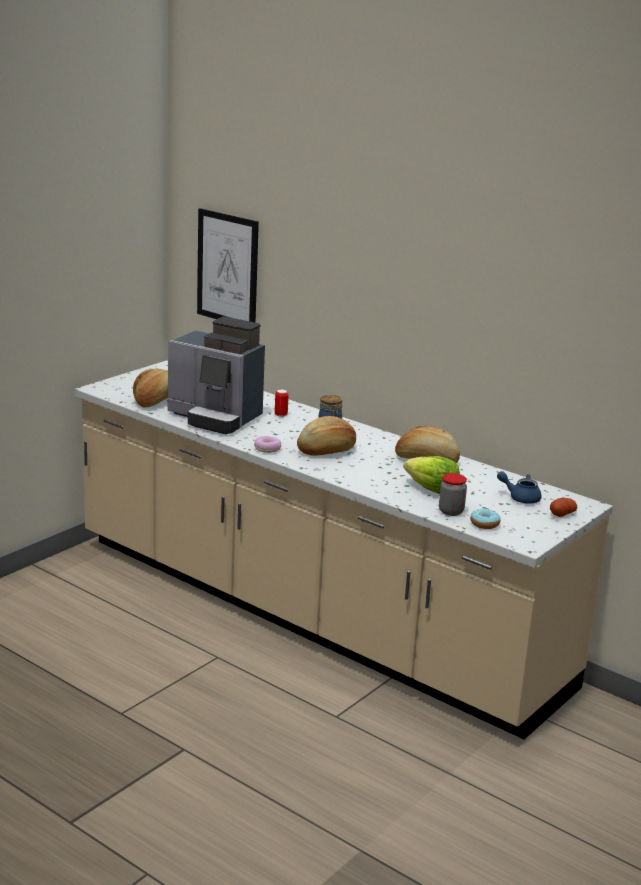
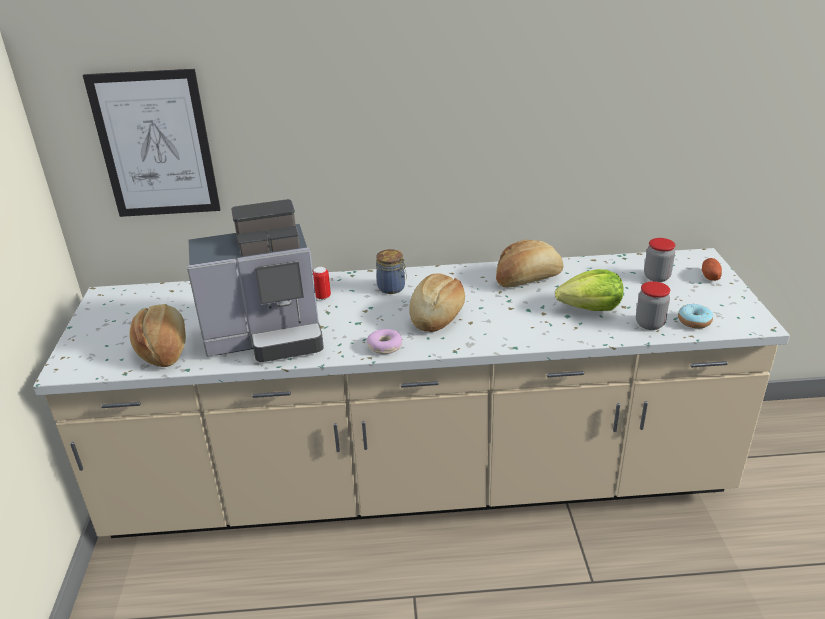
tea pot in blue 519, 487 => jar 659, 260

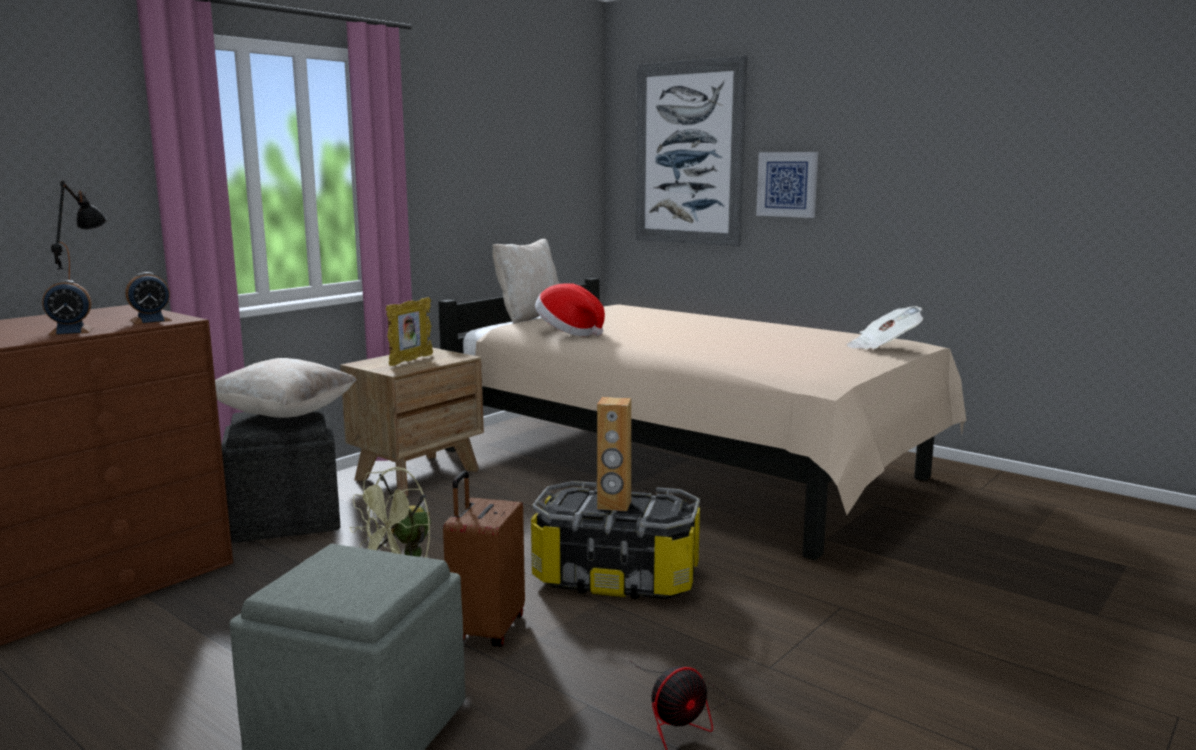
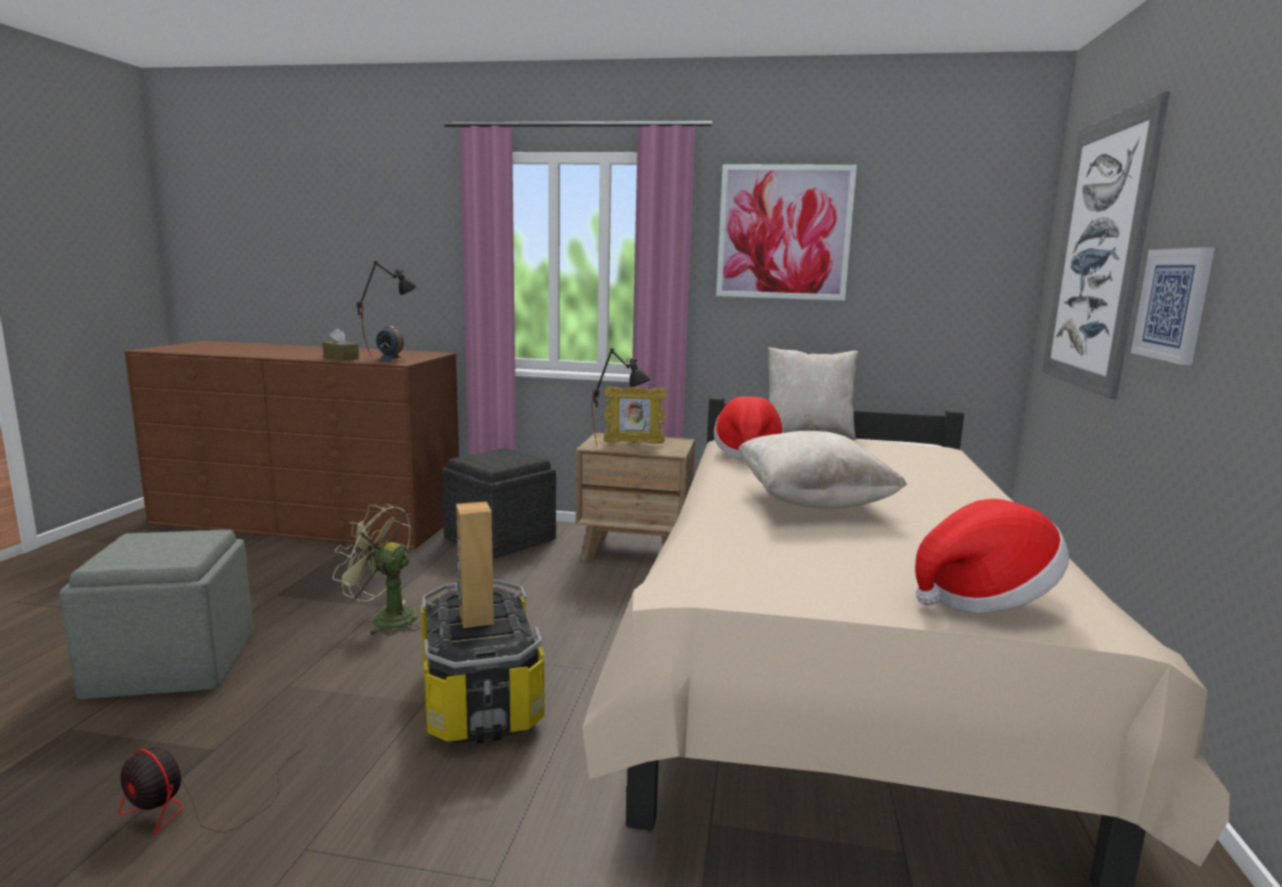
table clock 67, 308 => box of tissues in brown 340, 344
newspaper 884, 327 => hat 992, 556
pillow in beige-coloured 286, 388 => pillow in beige-coloured 822, 470, relocated
suitcase in brown 484, 559 => nothing
nothing => wall picture 786, 232
nothing => lamp for a table in black-coloured 621, 397

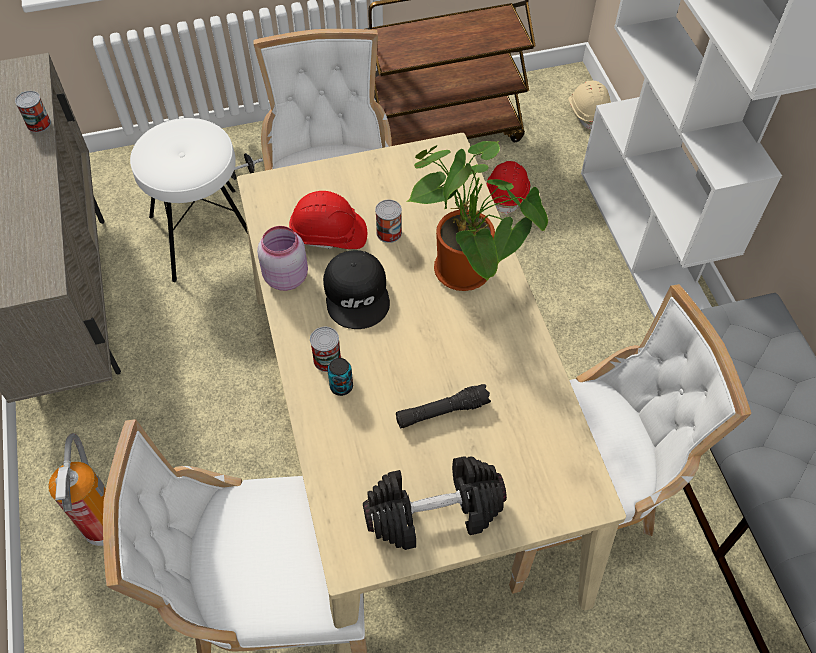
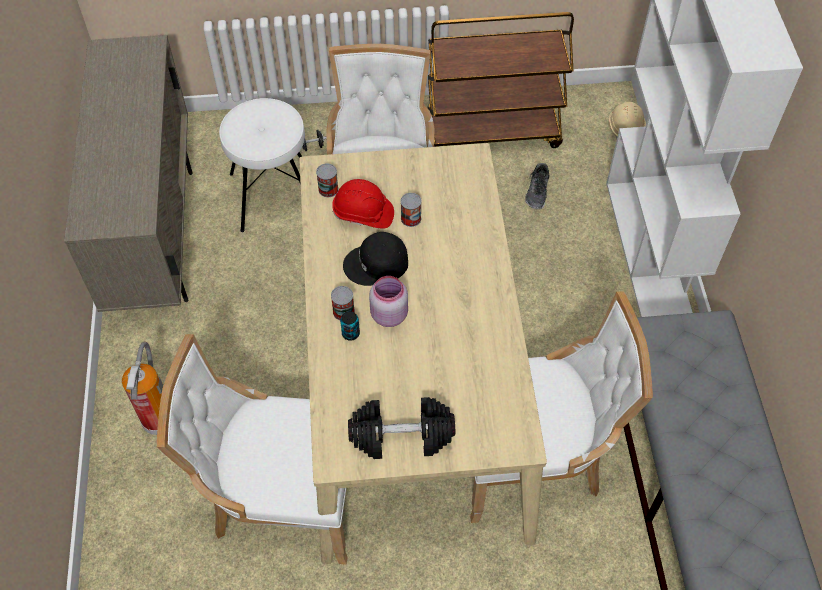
sealed can 33, 112 => sealed can 327, 180, relocated
plant in a pot 477, 216 => nothing
safety helmet in red-coloured 508, 188 => item of footwear 537, 186
jar in pink 282, 258 => jar in pink 388, 301, relocated
cap in black-coloured 356, 289 => cap in black-coloured 375, 259, 75 degrees clockwise
hand torch in black-coloured 443, 406 => nothing

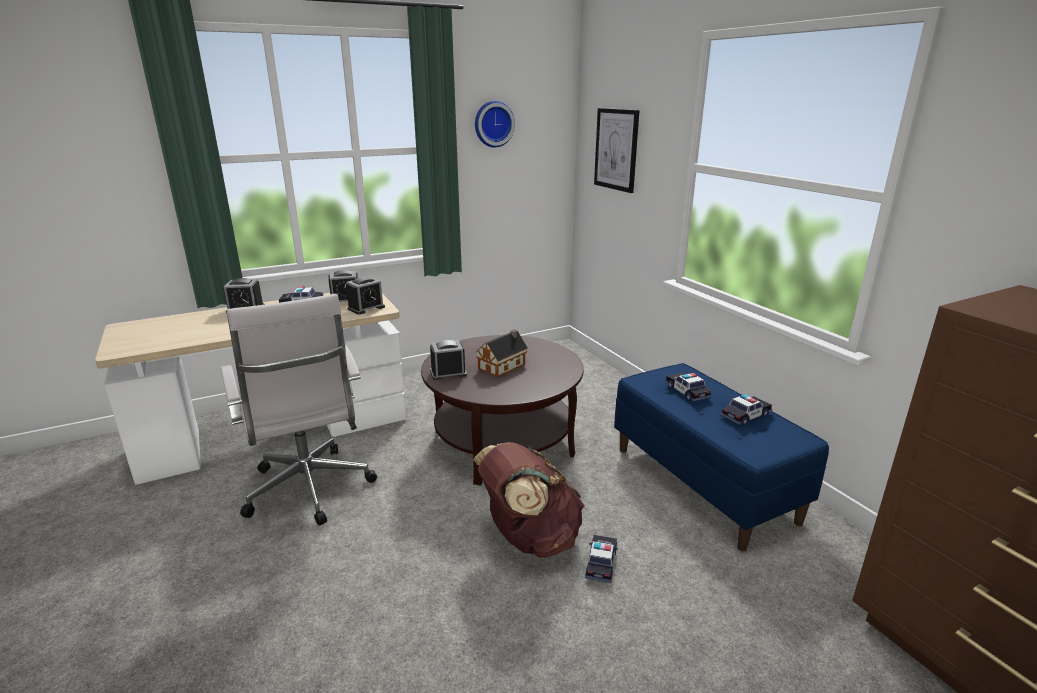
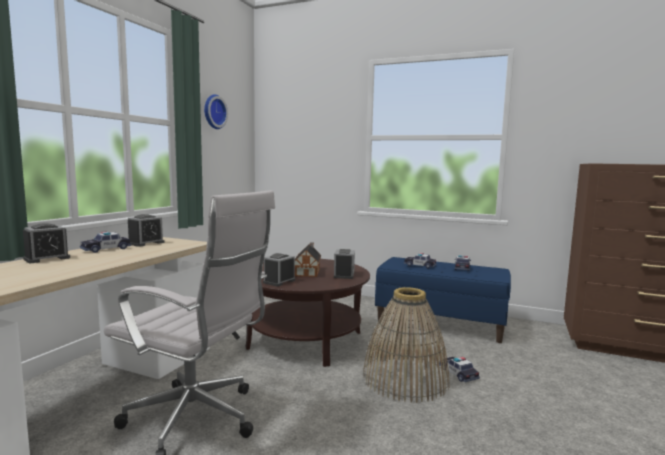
wall picture 616, 150 => nothing
table clock 365, 296 => table clock 344, 264, relocated
rucksack in brown 529, 500 => household basket 406, 345

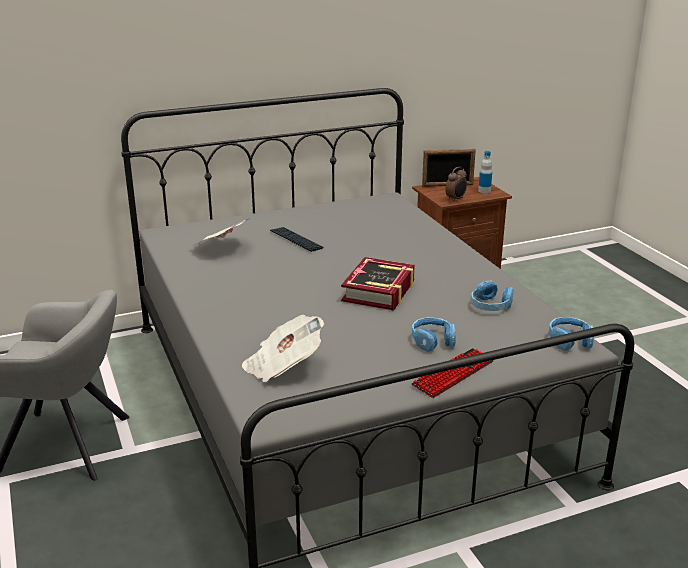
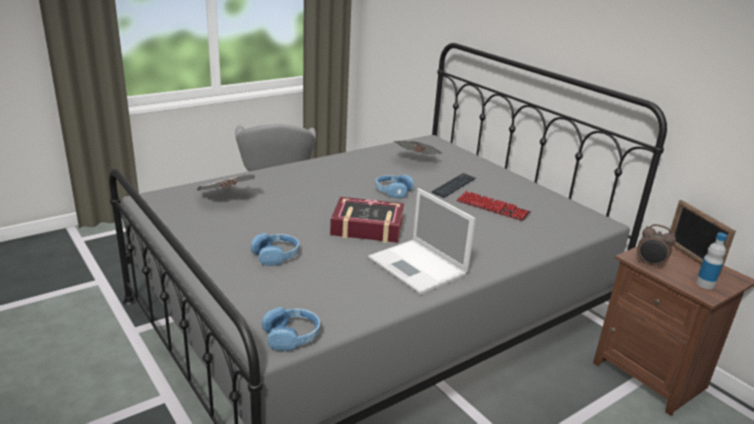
pair of headphones in blue 492, 295 => pair of headphones in blue 395, 186, relocated
computer keyboard 453, 373 => computer keyboard 493, 206, relocated
nothing => notebook computer 422, 241

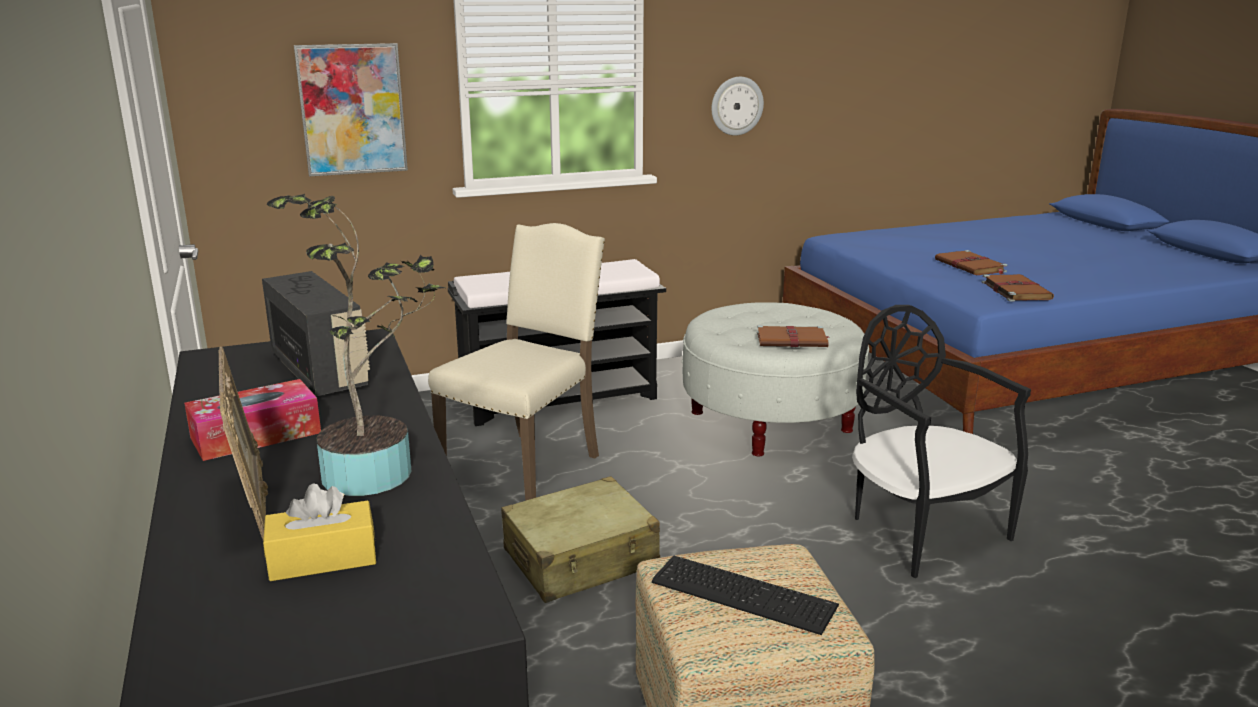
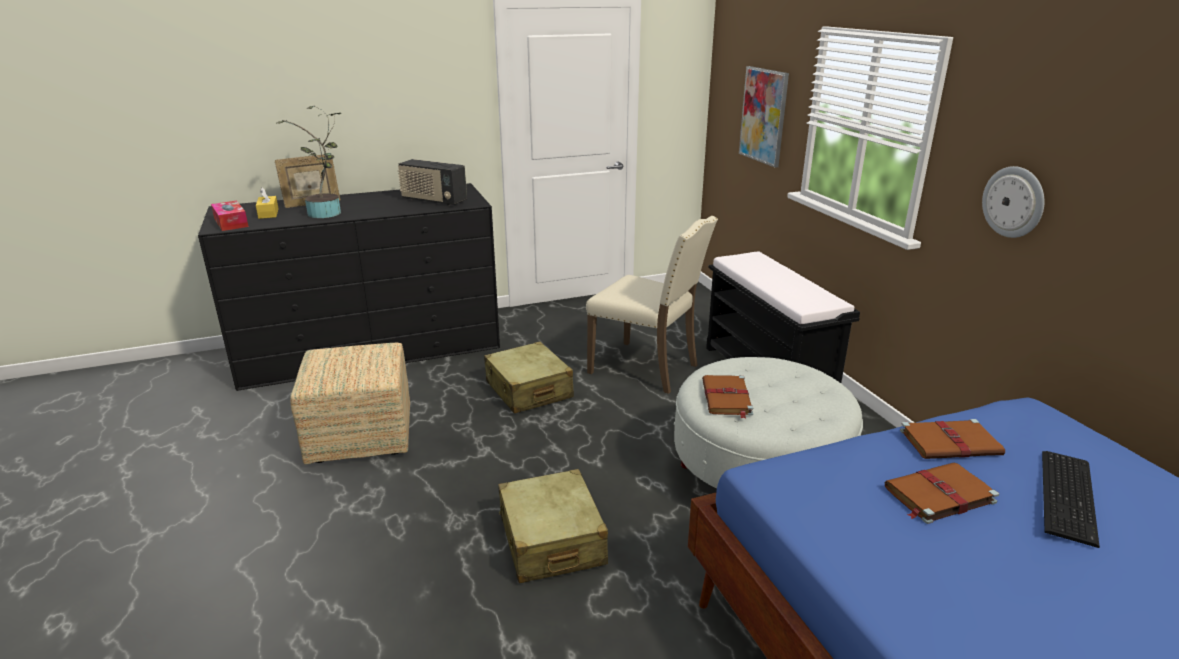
radio set 316, 333 => radio set 432, 182, 60 degrees clockwise
bound book in brown 1018, 287 => bound book in brown 952, 439, relocated
upright chair in black-coloured 941, 441 => suitcase in beige-coloured 553, 526
box of tissues 252, 420 => box of tissues 230, 216, relocated
computer keyboard 745, 595 => computer keyboard 1071, 499, relocated

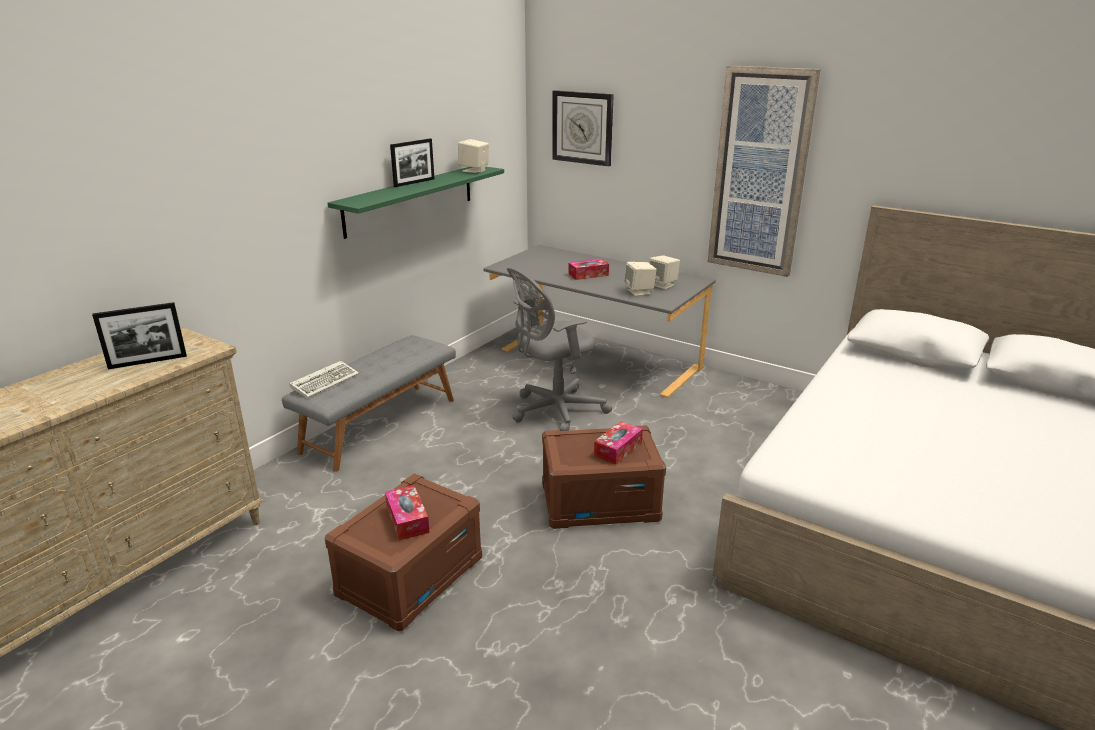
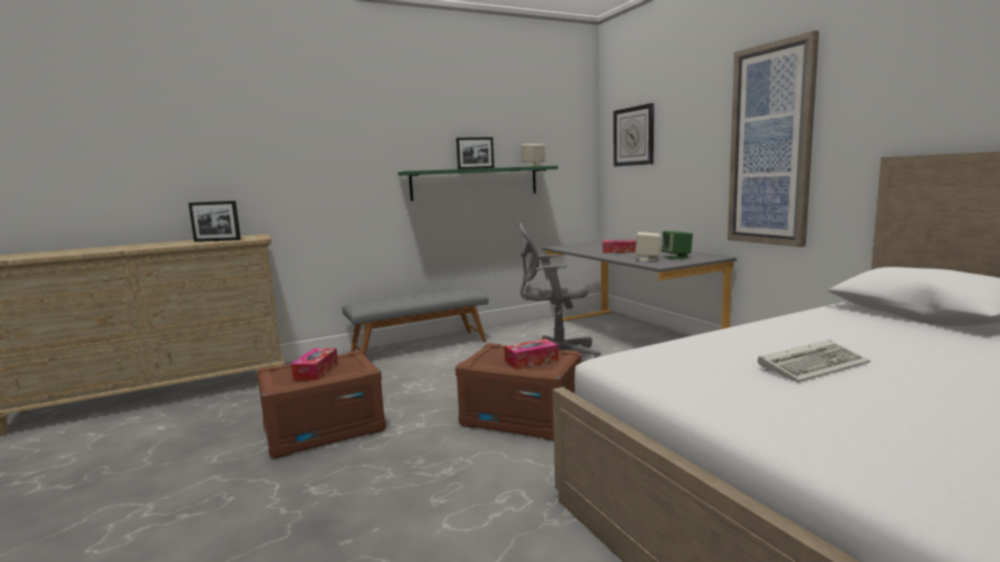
speaker in beige-coloured 664, 272 => speaker in green 677, 245
computer keyboard 324, 379 => computer keyboard 814, 360, relocated

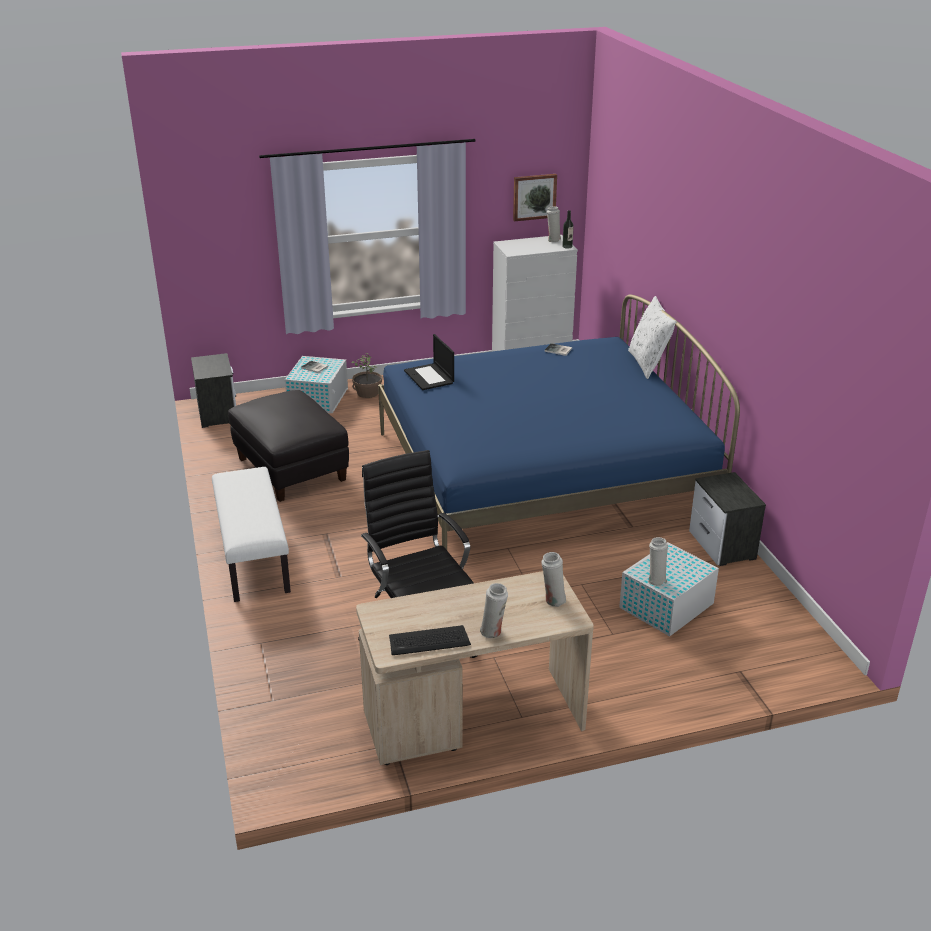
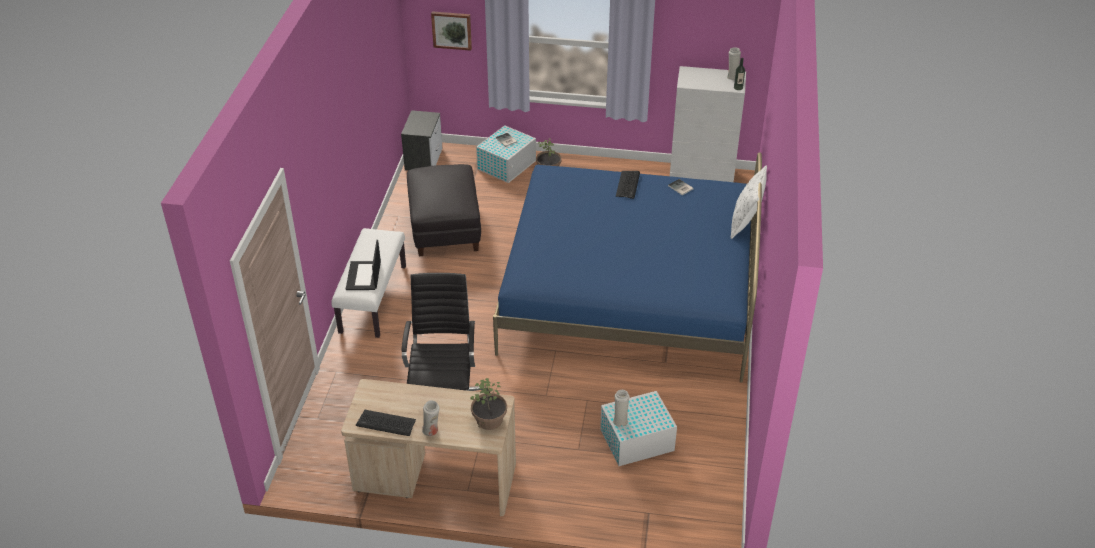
wall picture 535, 197 => wall picture 451, 31, relocated
notebook computer 429, 362 => notebook computer 363, 265, relocated
bedside table 727, 519 => nothing
flower vase in whitish 553, 579 => plant in a pot 488, 404
nothing => computer keyboard 628, 185

